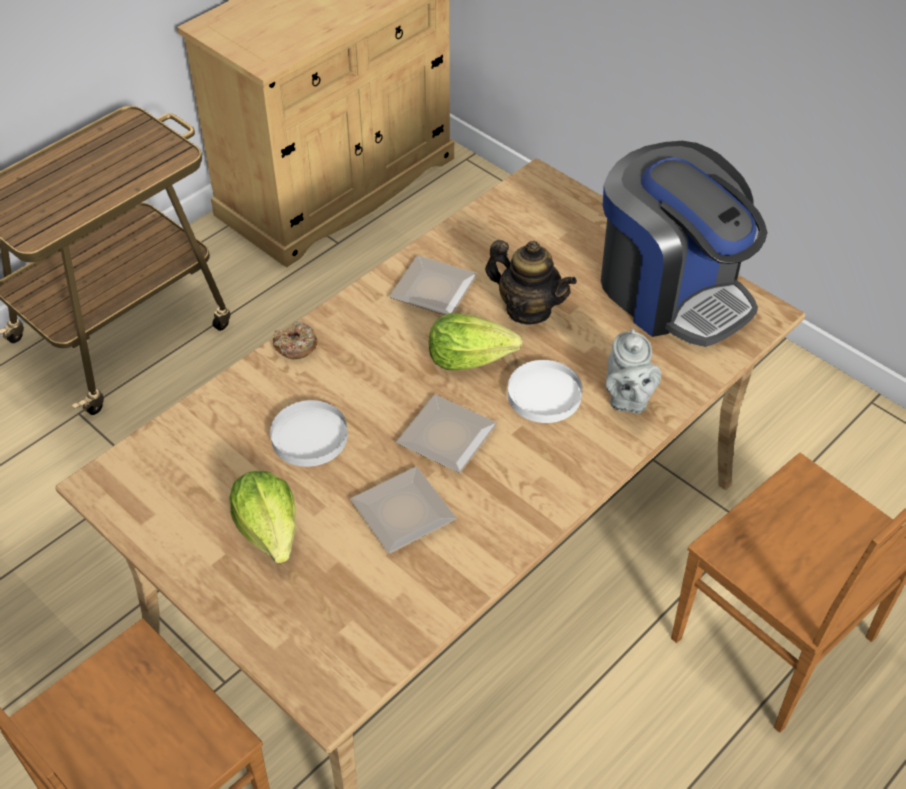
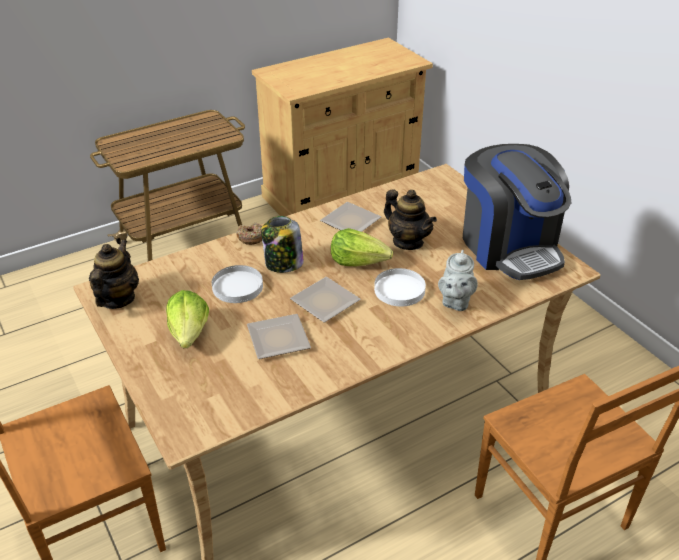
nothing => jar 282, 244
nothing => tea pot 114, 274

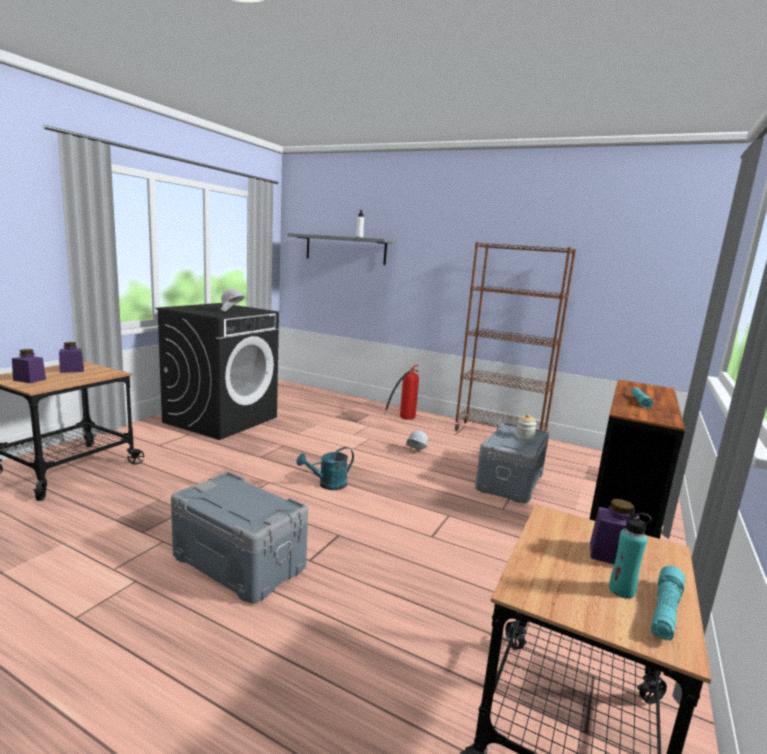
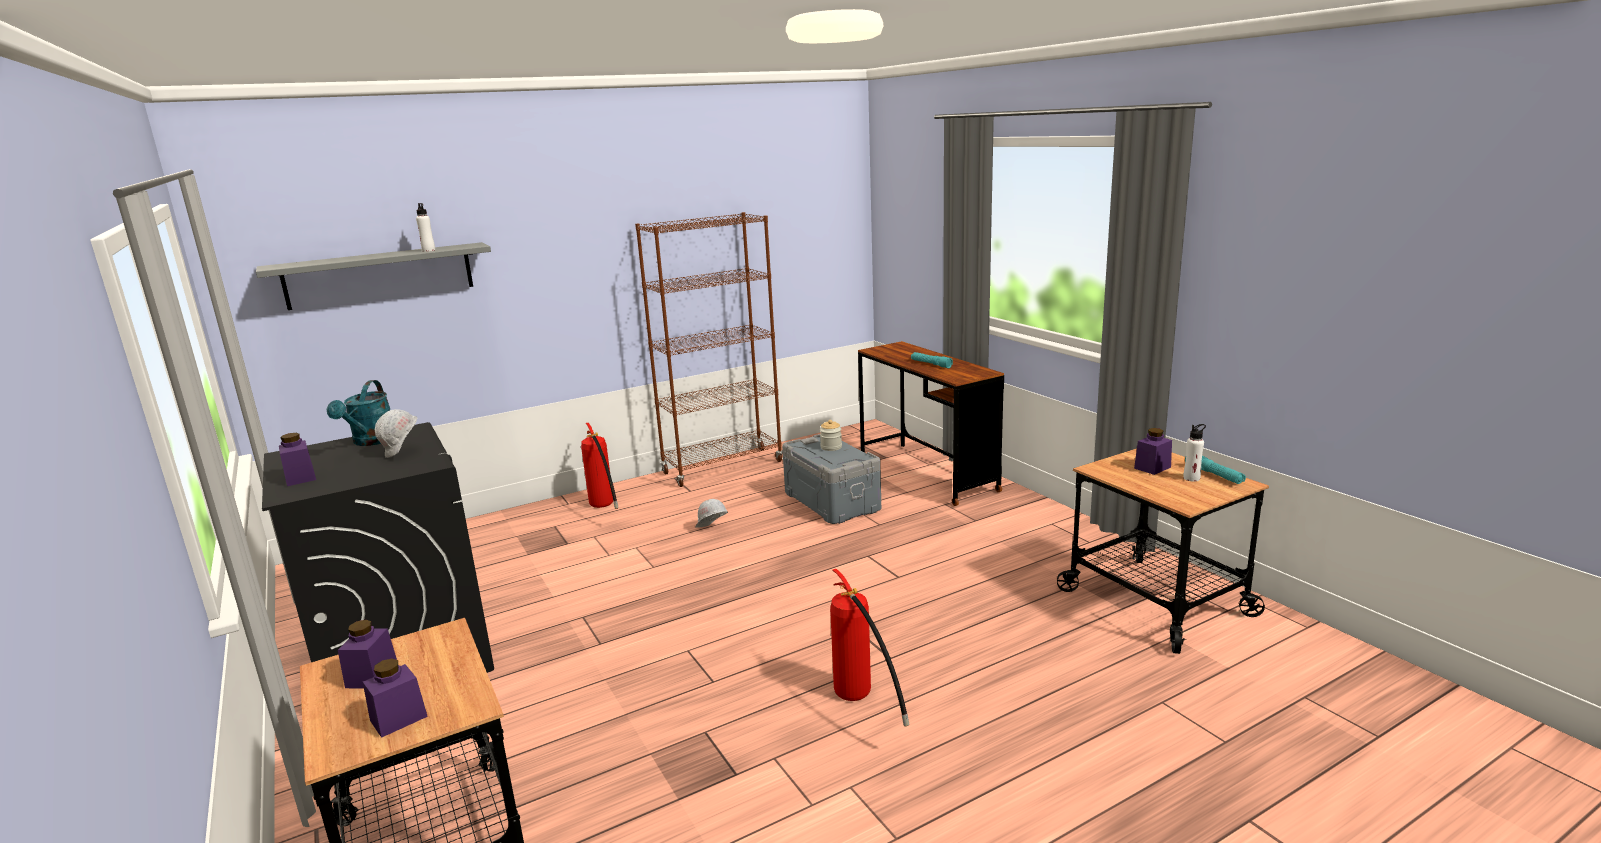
watering pot in turquoise 325, 468 => watering pot in turquoise 358, 413, relocated
storage bin in grey 239, 538 => fire-fighting cylinder 870, 648
drink bottle in turquoise 630, 553 => drink bottle in whitish 1195, 453
nothing => jar in purple-coloured 297, 459

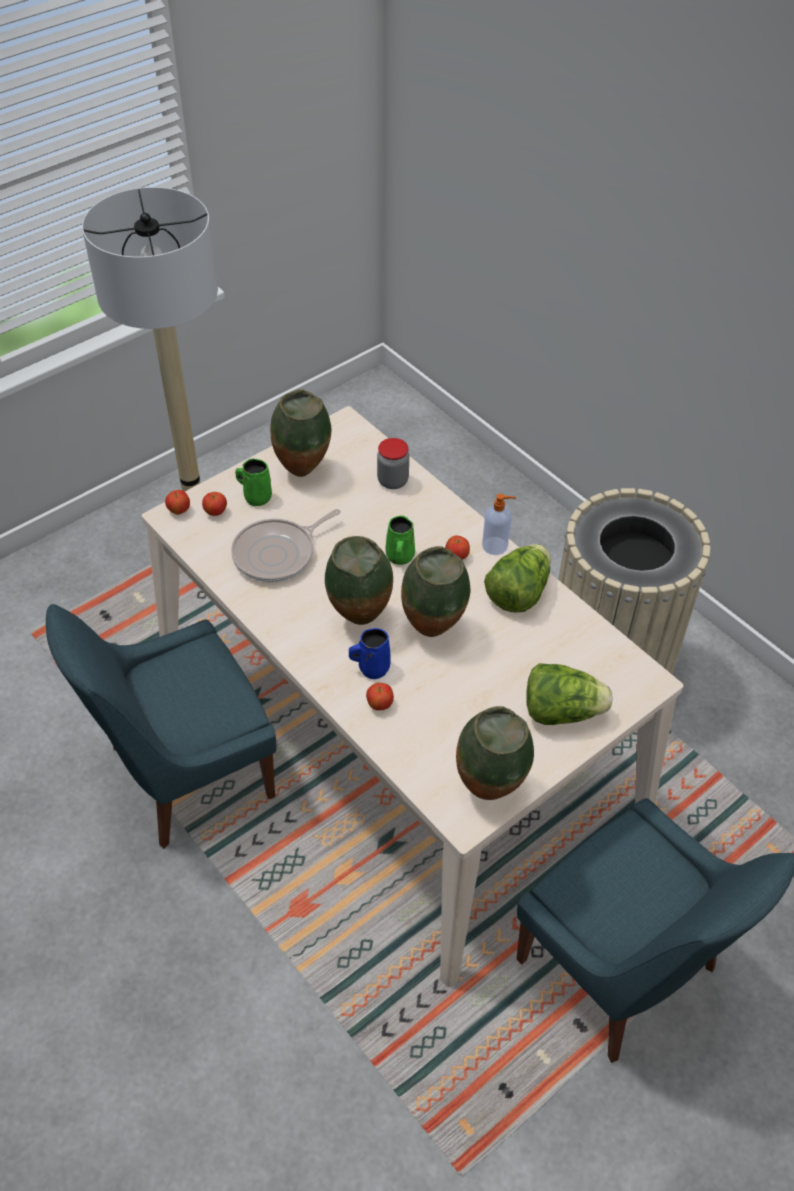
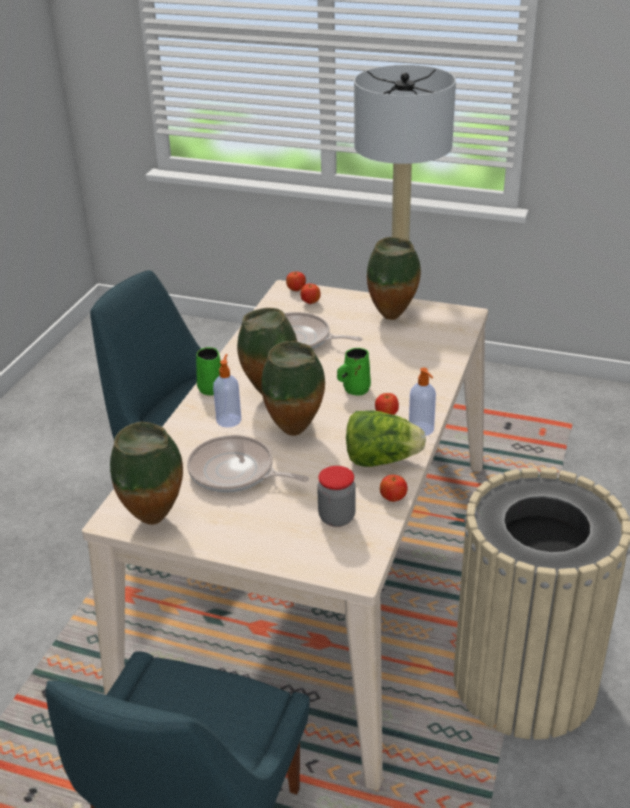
jar 393, 463 => jar 336, 496, relocated
mug in green 253, 482 => mug in green 208, 371, relocated
mug in blue 370, 653 => liquid soap bottle 227, 390
lettuce head 569, 694 => nothing
apple 380, 697 => apple 394, 488, relocated
nothing => frying pan 248, 464

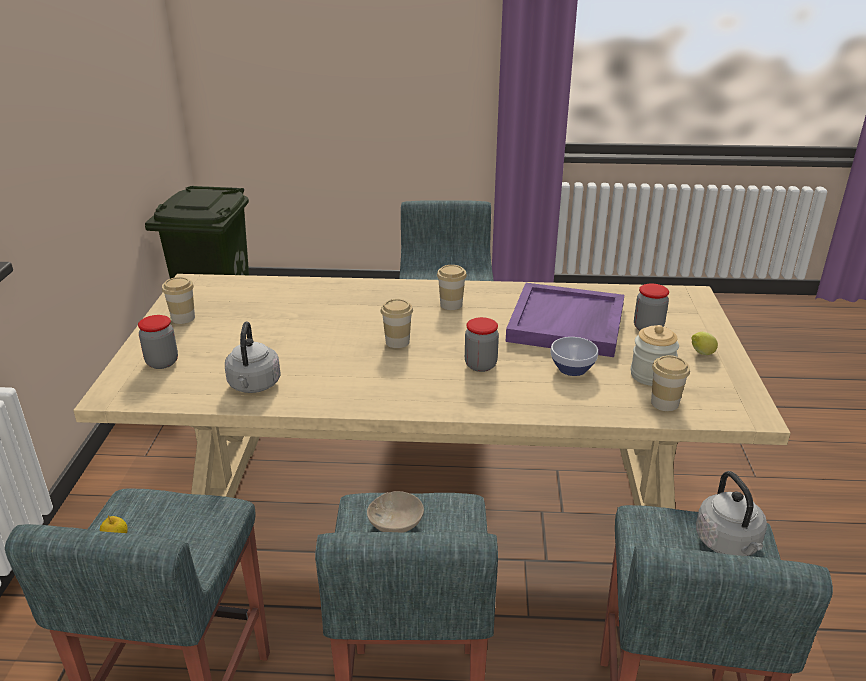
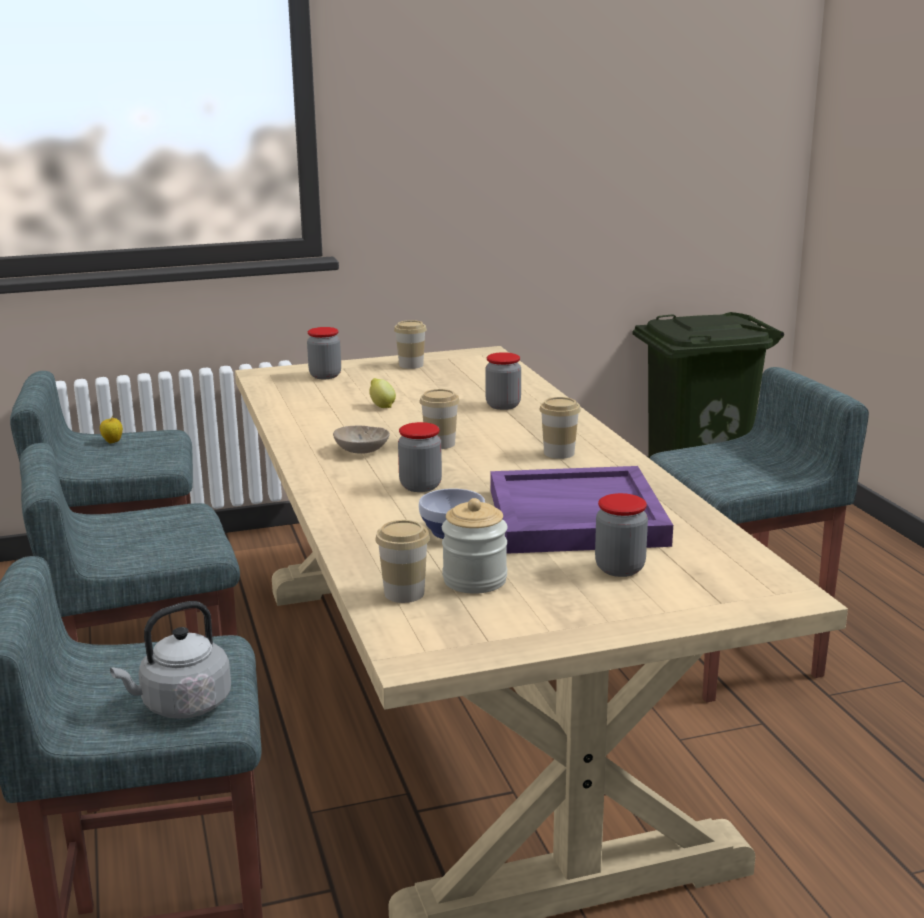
water kettle in grey 253, 357 => nothing
lemon 705, 343 => lemon 383, 393, relocated
deep dish in beige-coloured 395, 511 => deep dish in beige-coloured 361, 440, relocated
nothing => jar 503, 381

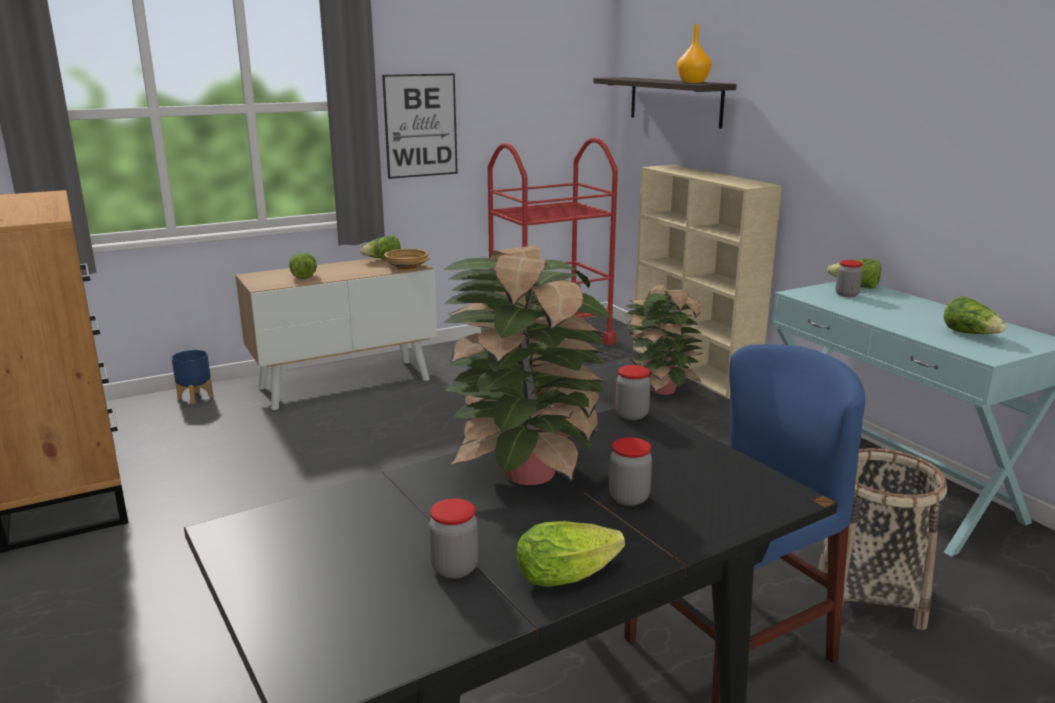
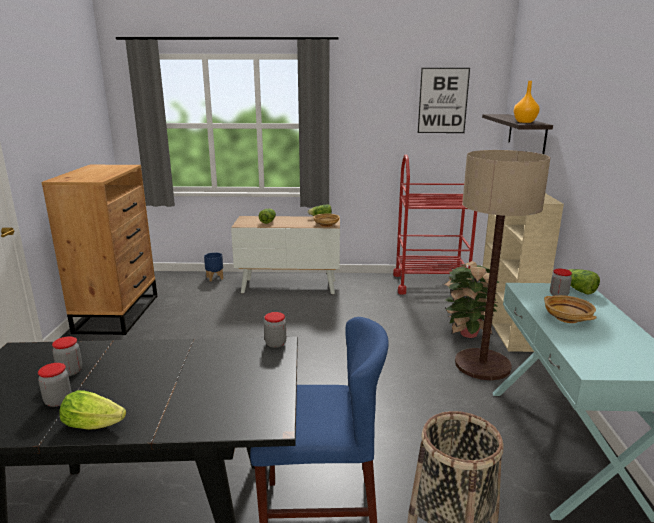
wall picture 420, 126 => wall picture 444, 100, relocated
plant in a pot 527, 365 => nothing
lettuce head 975, 315 => nothing
jar 630, 471 => jar 67, 356, relocated
nothing => standard lamp 502, 265
nothing => deep dish in beige-coloured 570, 309

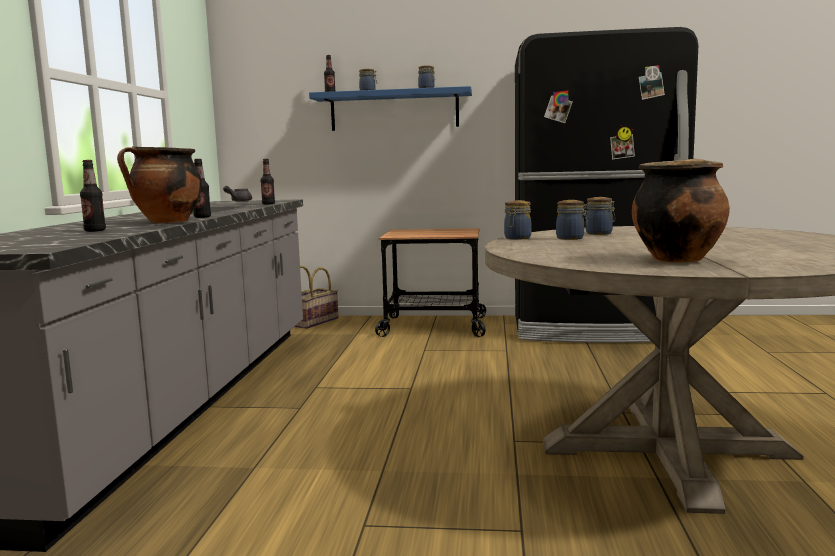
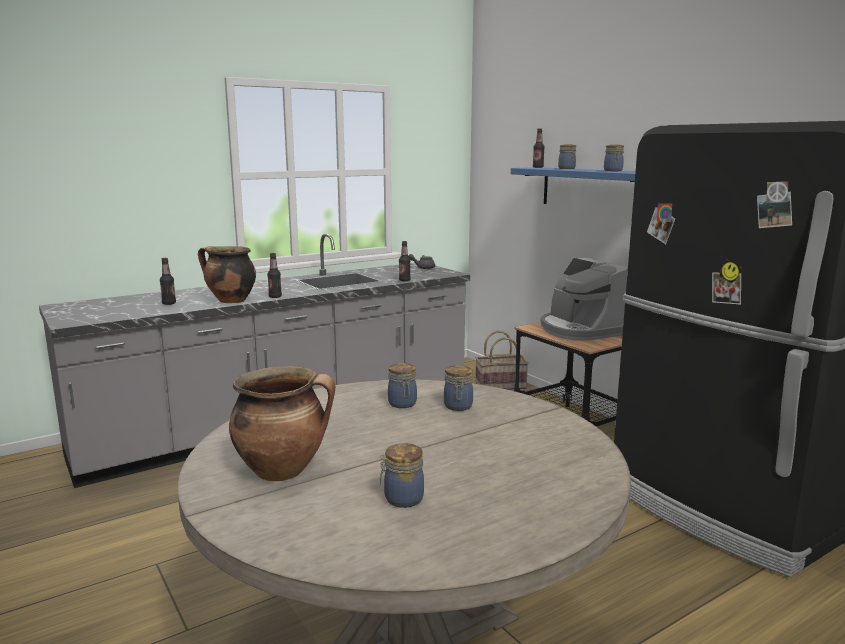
jar 517, 220 => jar 402, 475, relocated
nothing => coffee brewer 584, 299

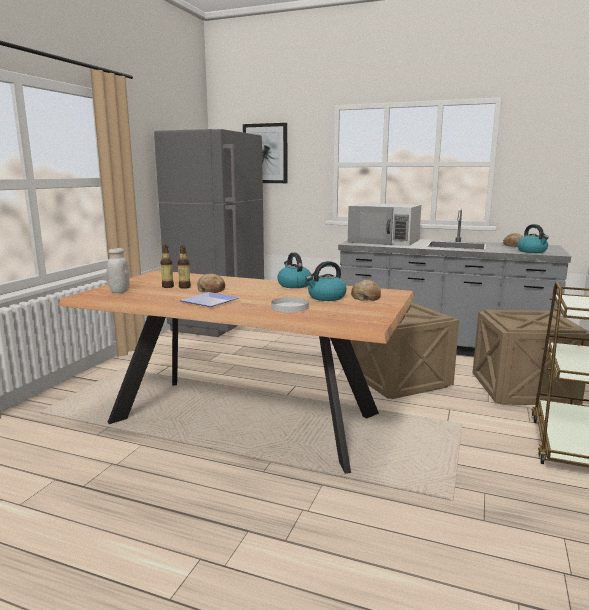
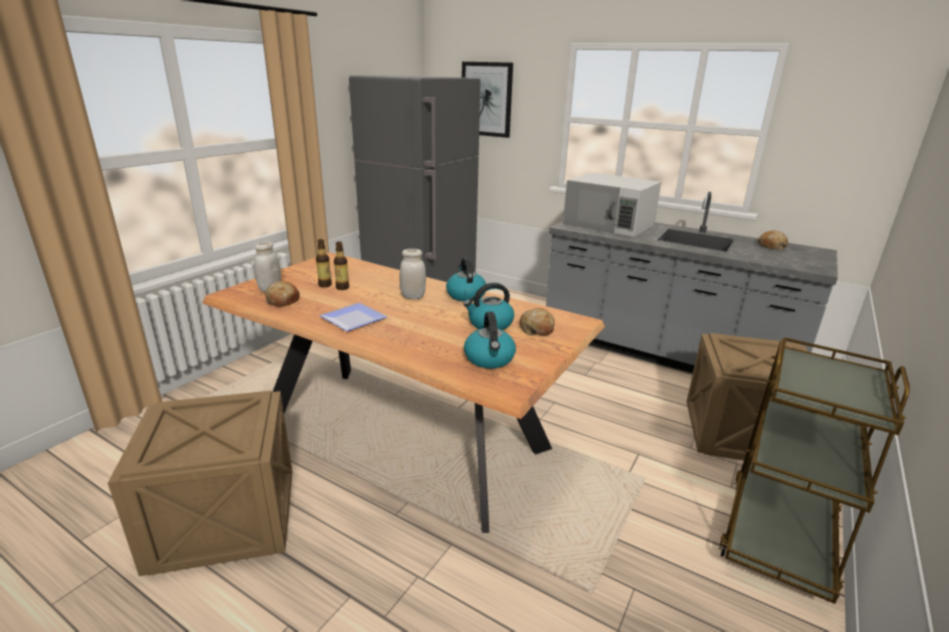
water kettle 533, 238 => water kettle 490, 340, relocated
bread 211, 283 => bread 282, 294, relocated
dinner plate in whitish 290, 304 => nothing
packing crate 404, 351 => packing crate 200, 483, relocated
nothing => jar in whitish 412, 274

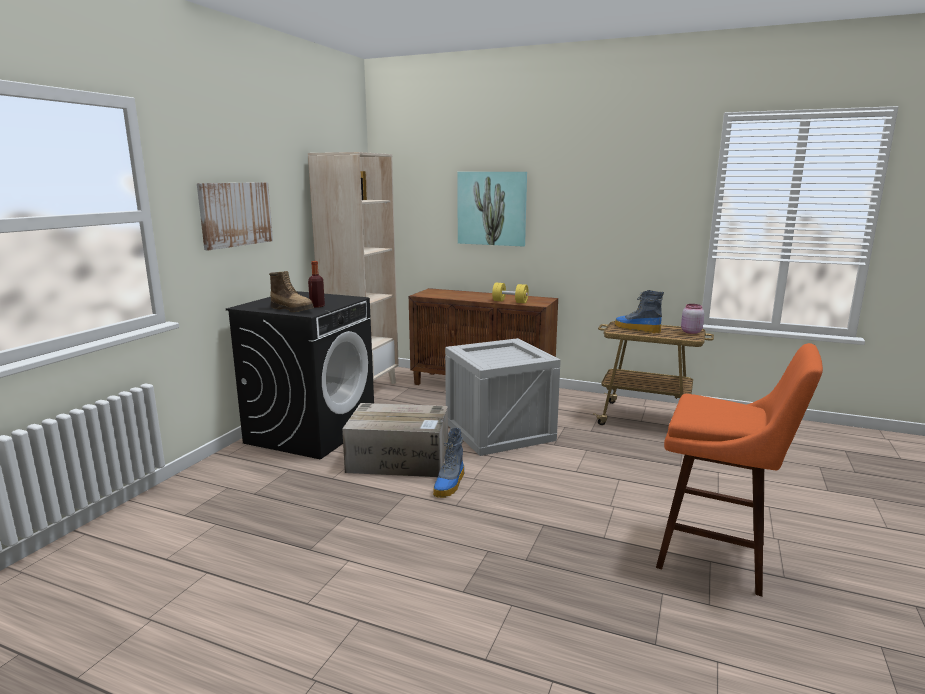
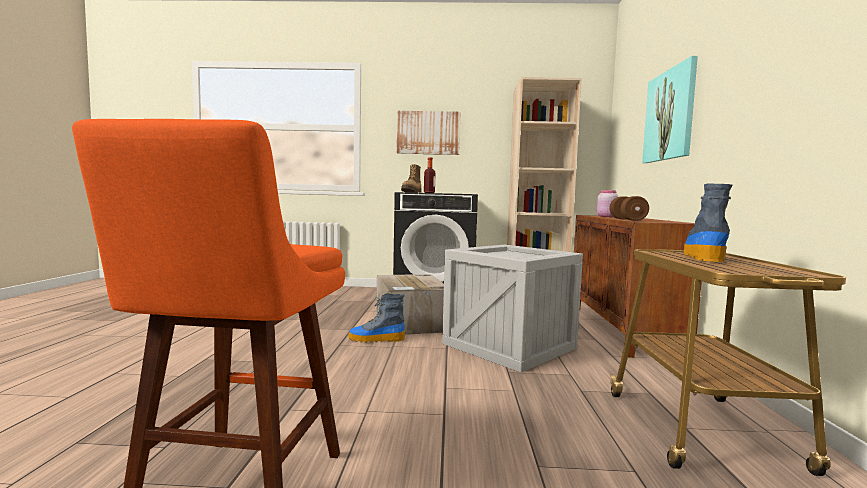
hand weight in yellowish 510, 293 => hand weight in brown 629, 208
jar in pink 692, 319 => jar in pink 608, 203, relocated

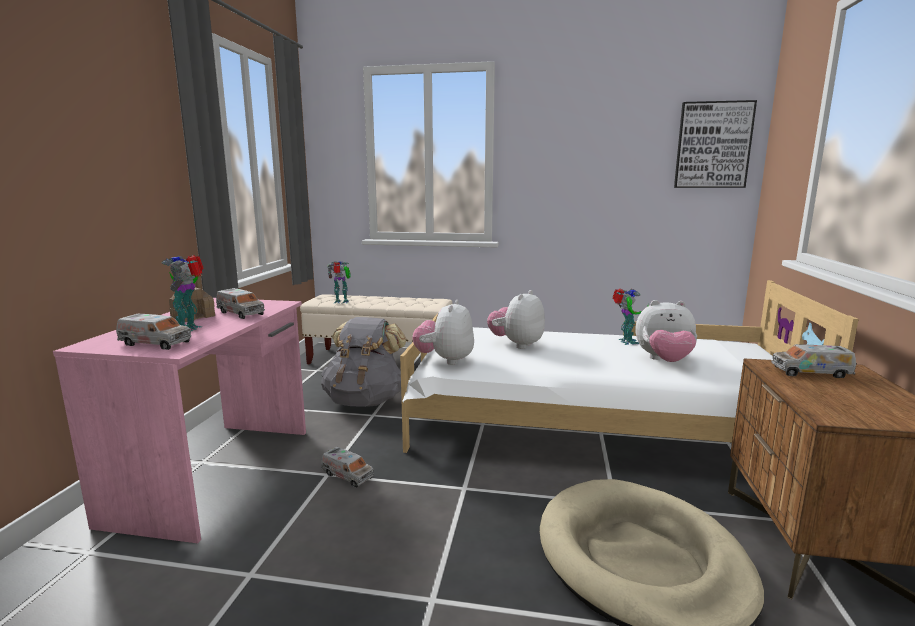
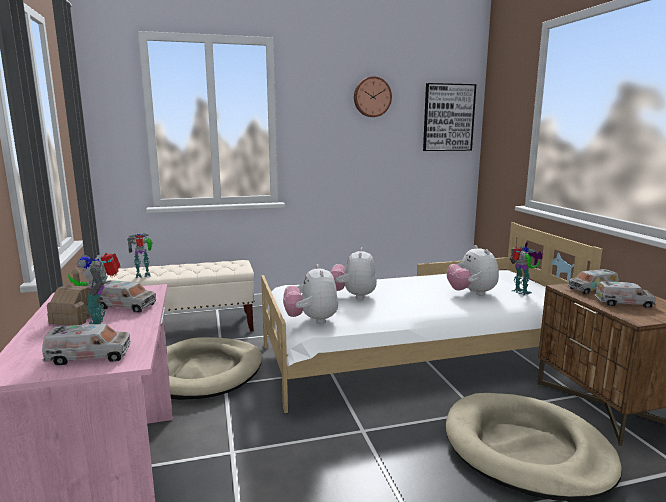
robot figure 630, 317 => robot figure 525, 270, relocated
cuddly toy 666, 331 => cuddly toy 473, 270, 90 degrees clockwise
rucksack in grey 364, 362 => dog cushion in beige-coloured 214, 368
toy lorry 347, 467 => toy lorry 625, 294, relocated
nothing => clock on the wall 373, 96

